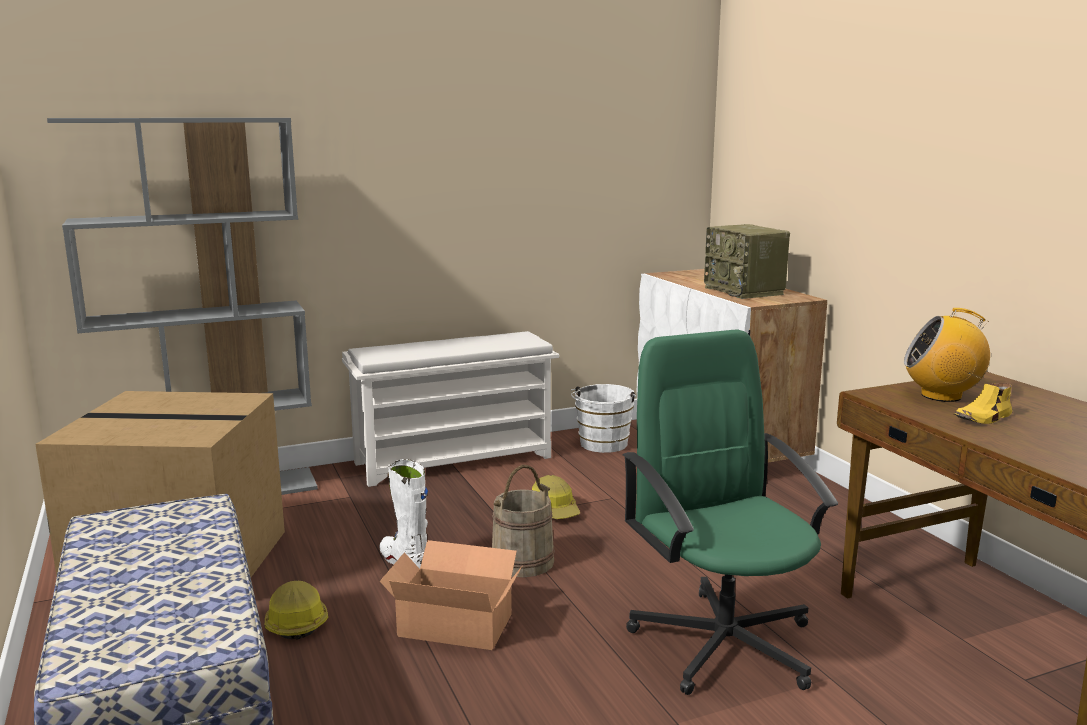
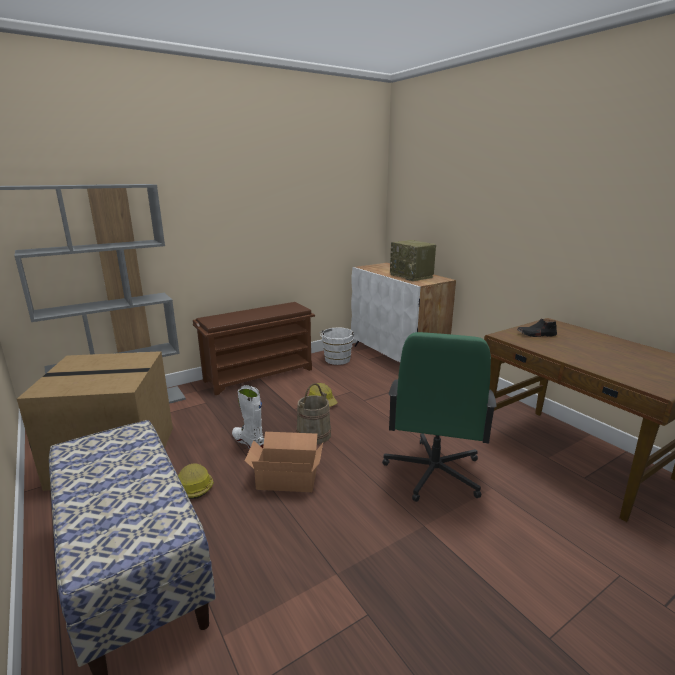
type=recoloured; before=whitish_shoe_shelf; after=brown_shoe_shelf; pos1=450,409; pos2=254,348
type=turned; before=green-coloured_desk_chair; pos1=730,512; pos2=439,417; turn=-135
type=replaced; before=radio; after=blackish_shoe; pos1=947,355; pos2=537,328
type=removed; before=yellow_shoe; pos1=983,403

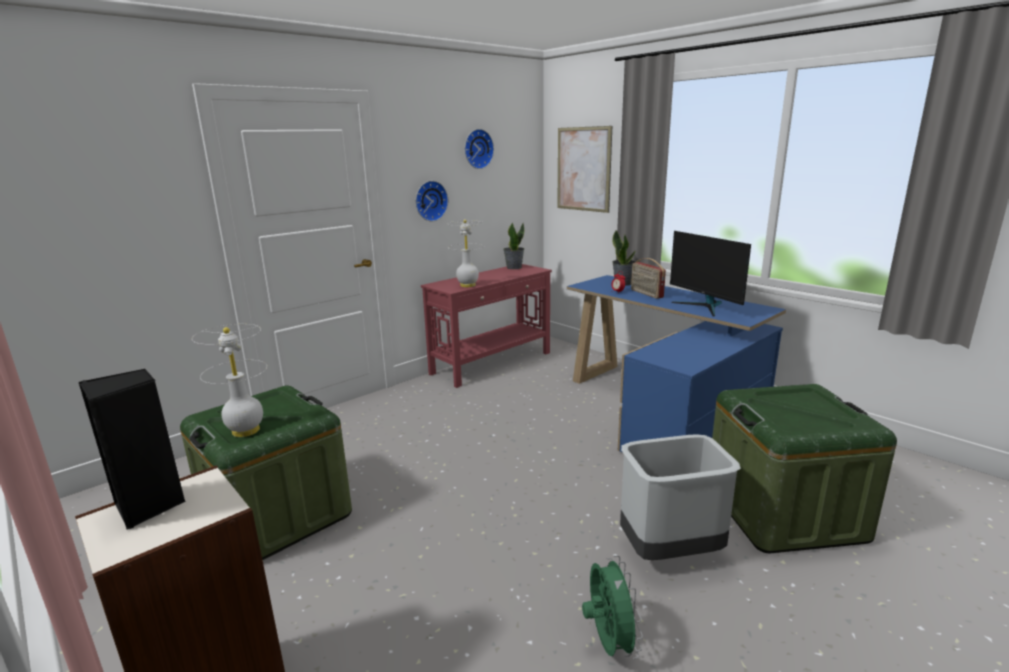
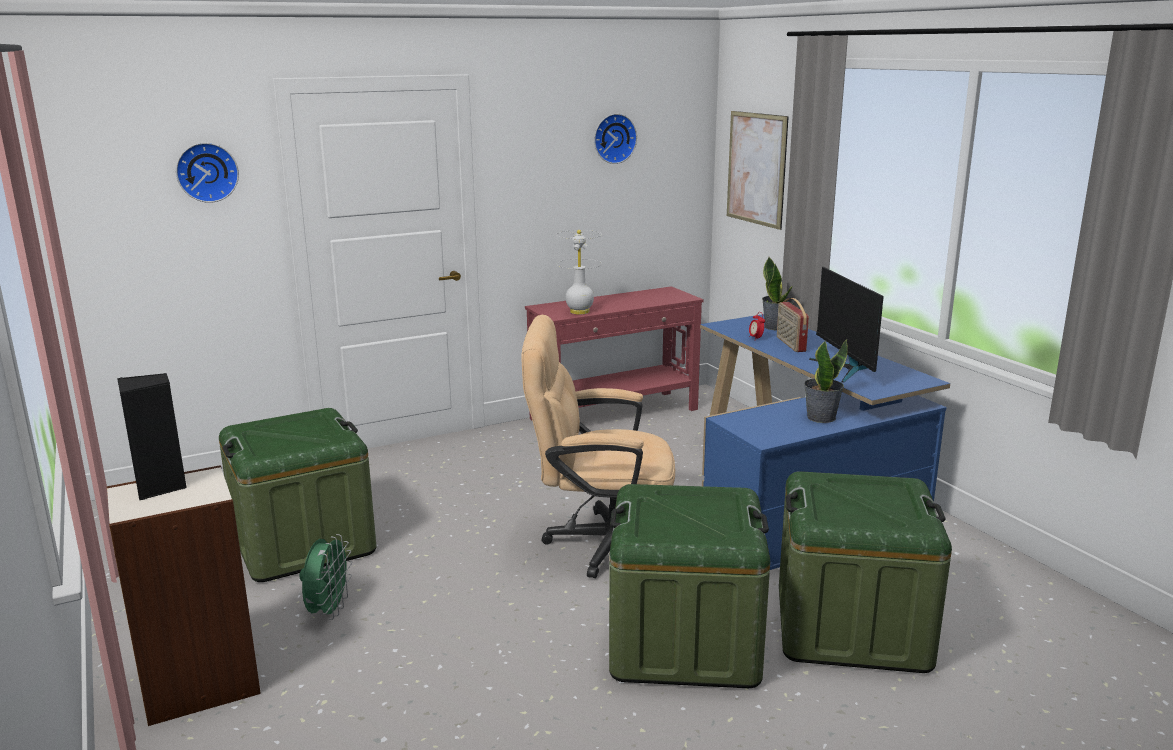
type=removed; before=whitish_tabletop_lamp; pos1=229,380
type=moved; before=clock_on_the_wall; pos1=431,201; pos2=207,173
type=moved; before=houseplant; pos1=513,245; pos2=825,381
type=moved; before=green-coloured_cooling_fan; pos1=612,607; pos2=326,577
type=replaced; before=gray_rubbish_bin; after=green-coloured_storage_bin; pos1=680,497; pos2=689,586
type=added; after=sand-coloured_desk_chair; pos2=598,446

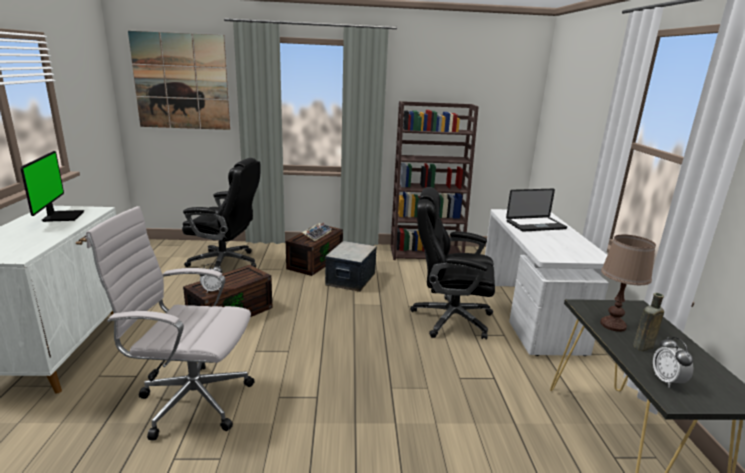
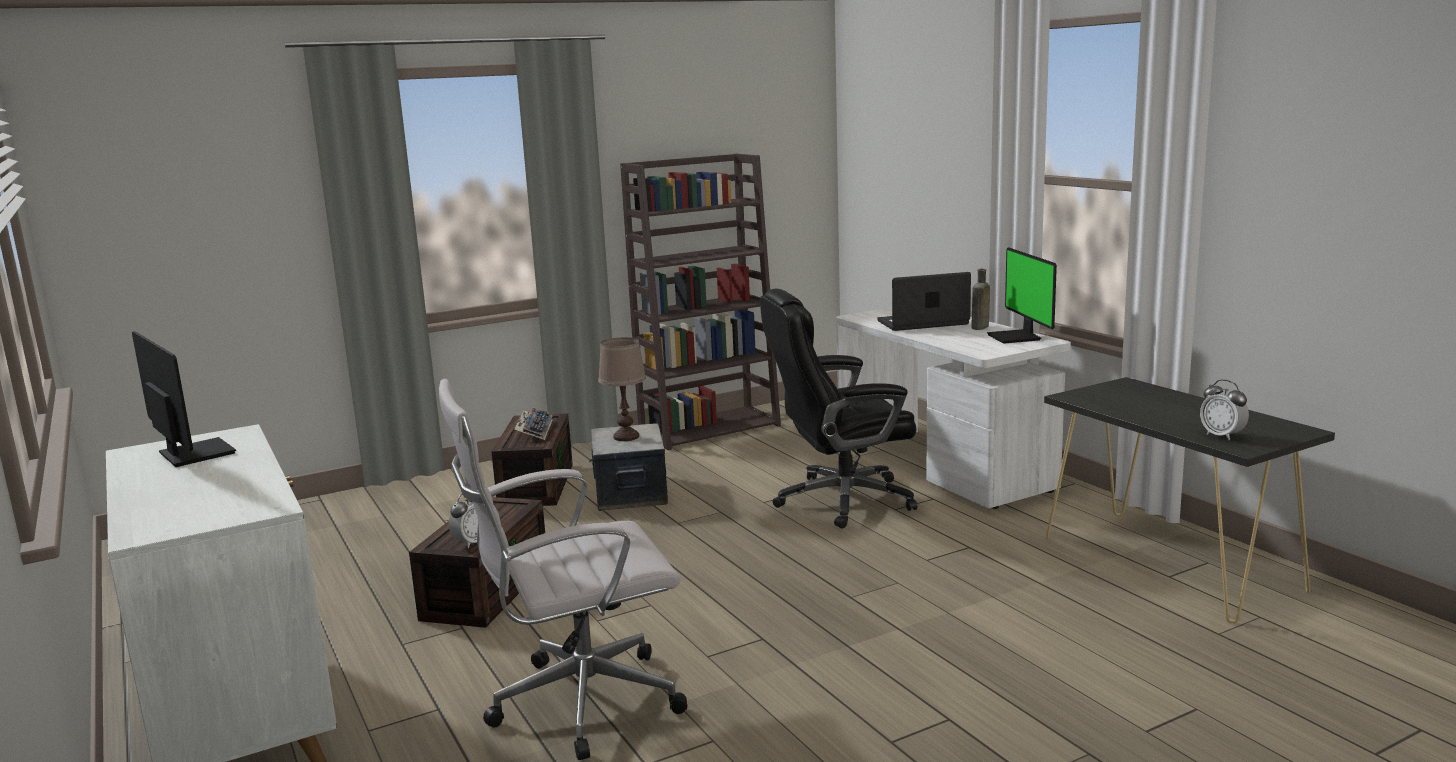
type=removed; before=wall_art; pos1=179,80
type=removed; before=blackish_desk_chair; pos1=221,213
type=turned; before=notebook_computer; pos1=536,210; pos2=924,301; turn=-150
type=moved; before=brown_tabletop_lamp; pos1=628,283; pos2=622,389
type=moved; before=brown_beverage_bottle; pos1=648,322; pos2=980,299
type=added; after=computer_screen; pos2=1022,295

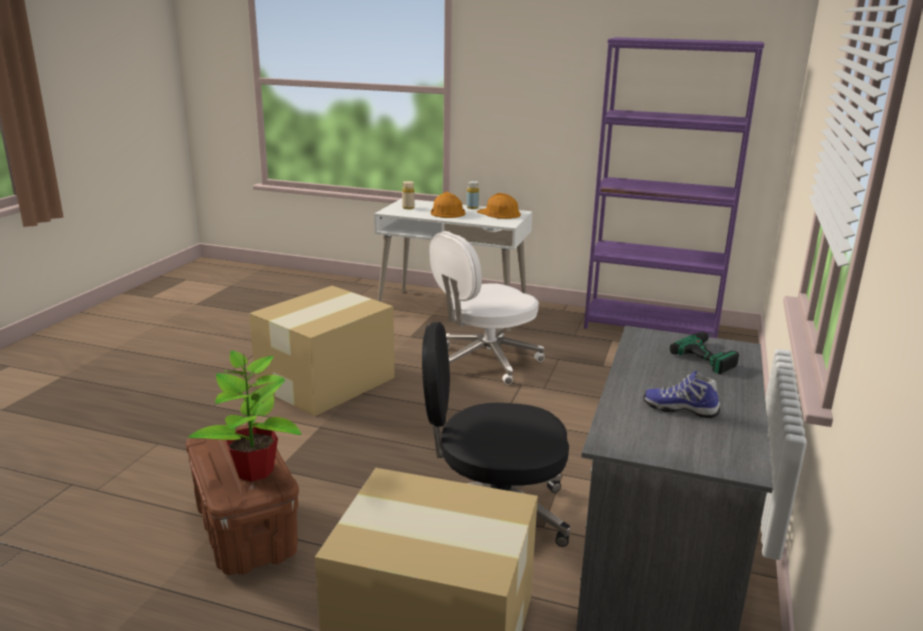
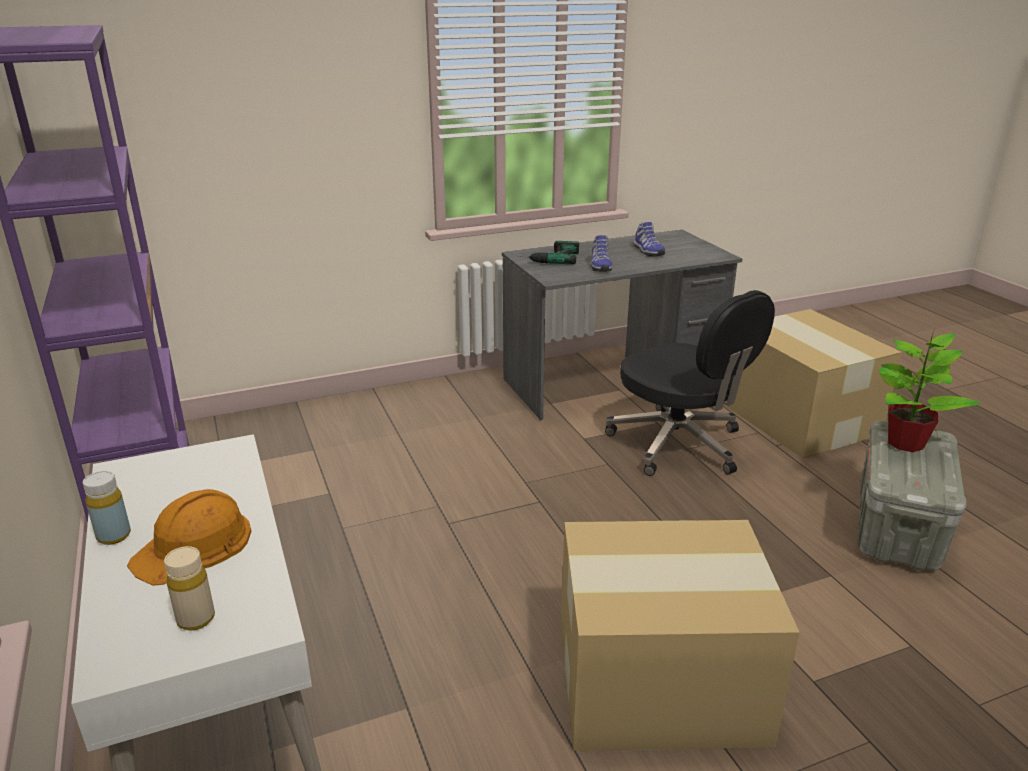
type=recoloured; before=brown_storage_bin; after=gray_storage_bin; pos1=242,498; pos2=912,496
type=removed; before=whitish_desk_chair; pos1=487,308
type=removed; before=orangey_safety_helmet; pos1=499,206
type=added; after=shoe; pos2=601,253

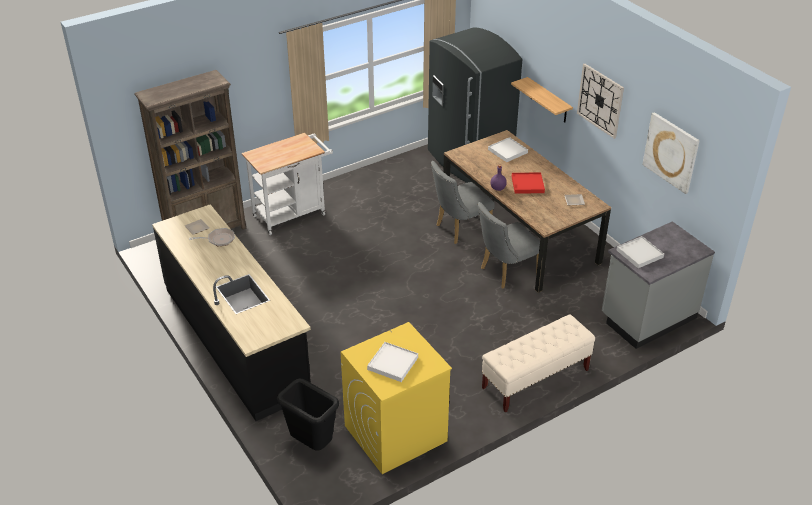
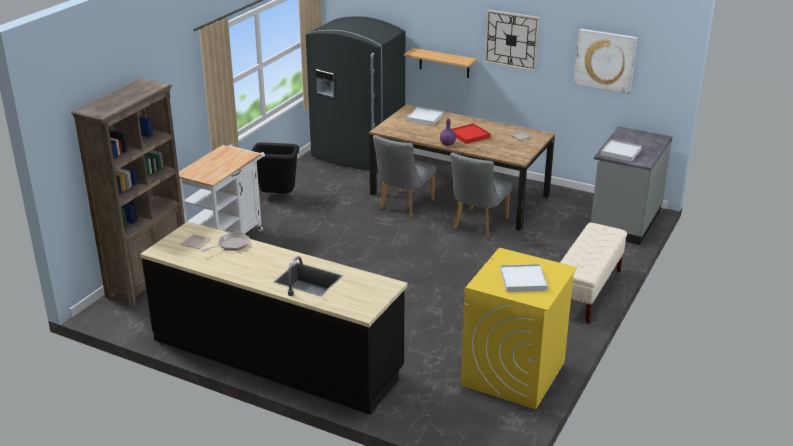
type=moved; before=blackish_rubbish_bin; pos1=308,415; pos2=275,167

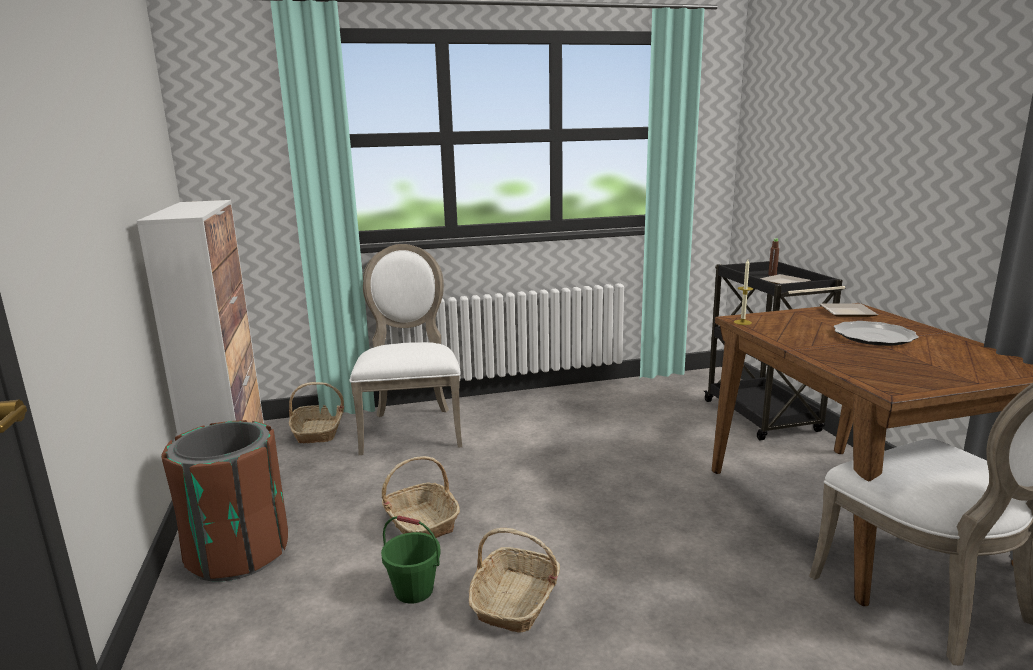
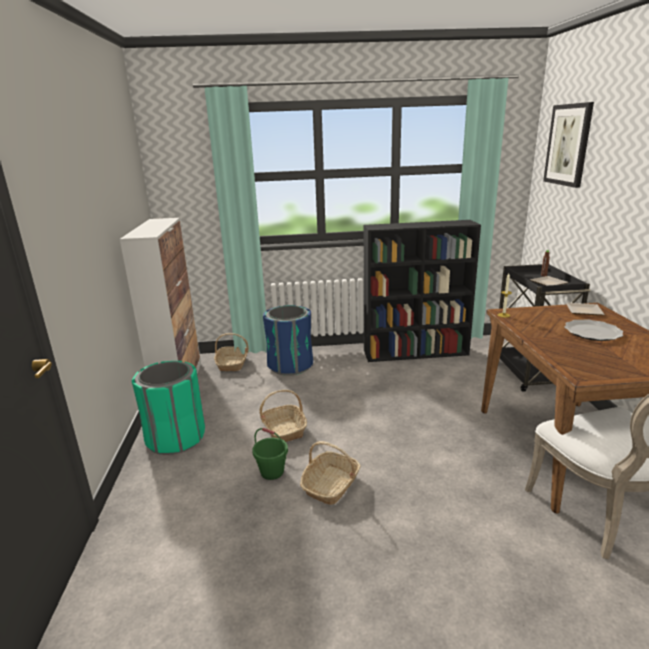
type=recoloured; before=brown_rubbish_bin; after=green-coloured_rubbish_bin; pos1=224,501; pos2=168,408
type=replaced; before=whitish_plain_chair; after=blue_rubbish_bin; pos1=406,349; pos2=288,340
type=added; after=blackish_shelving_unit; pos2=422,291
type=added; after=wall_art; pos2=568,145

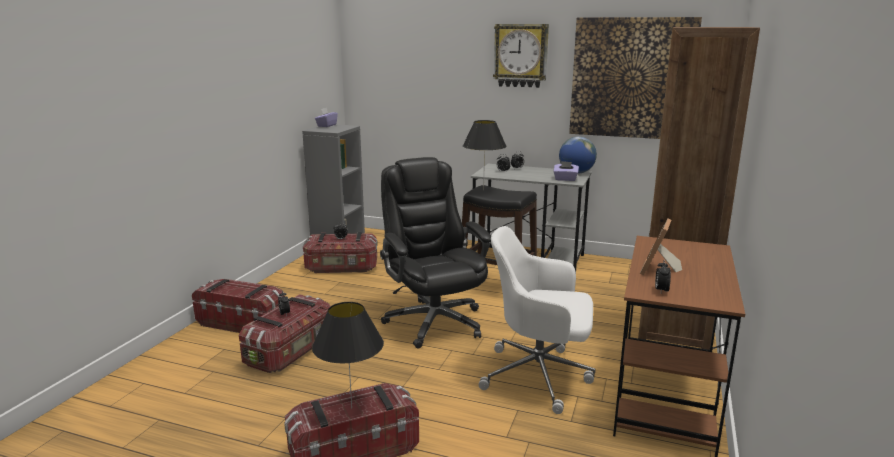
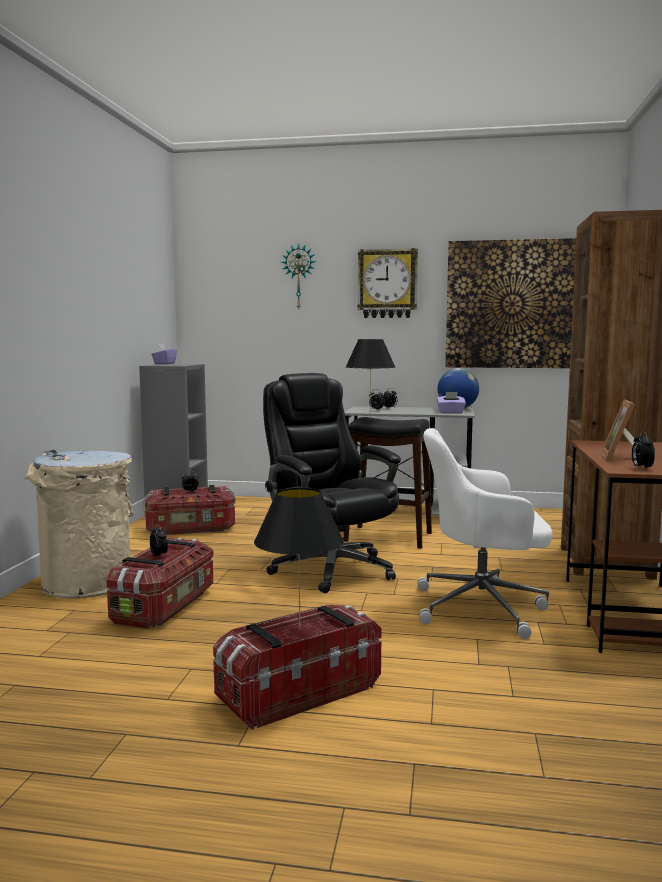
type=replaced; before=storage_bin; after=sand-coloured_rubbish_bin; pos1=238,306; pos2=79,524
type=added; after=clock_on_the_wall; pos2=298,276

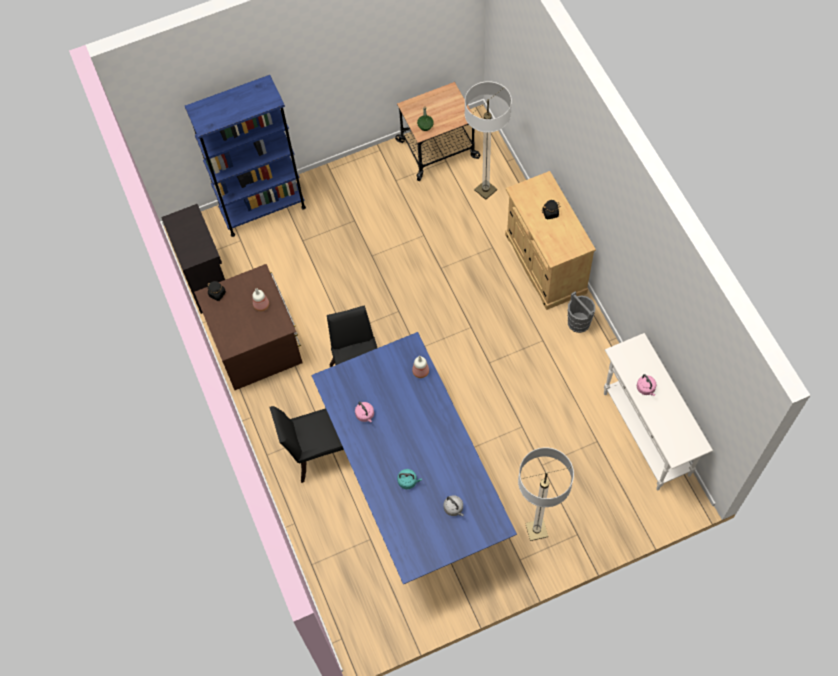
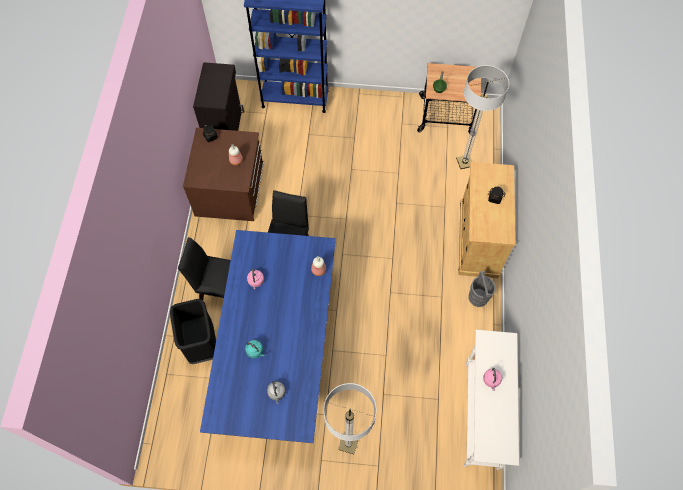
type=added; after=blackish_rubbish_bin; pos2=193,331

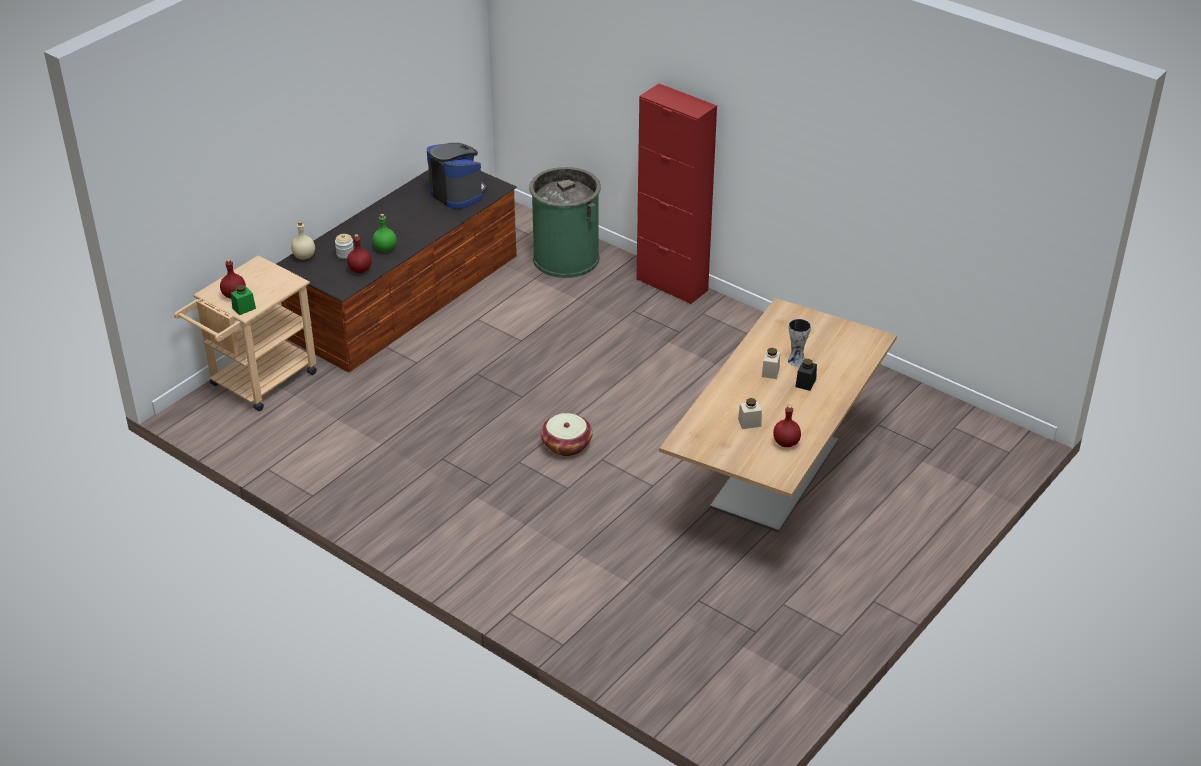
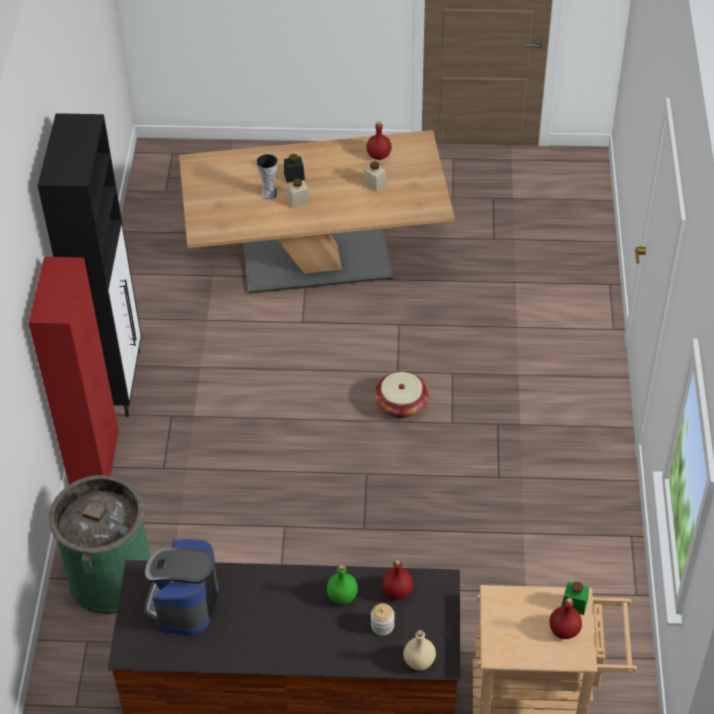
type=added; after=blackish_cupboard; pos2=90,265

